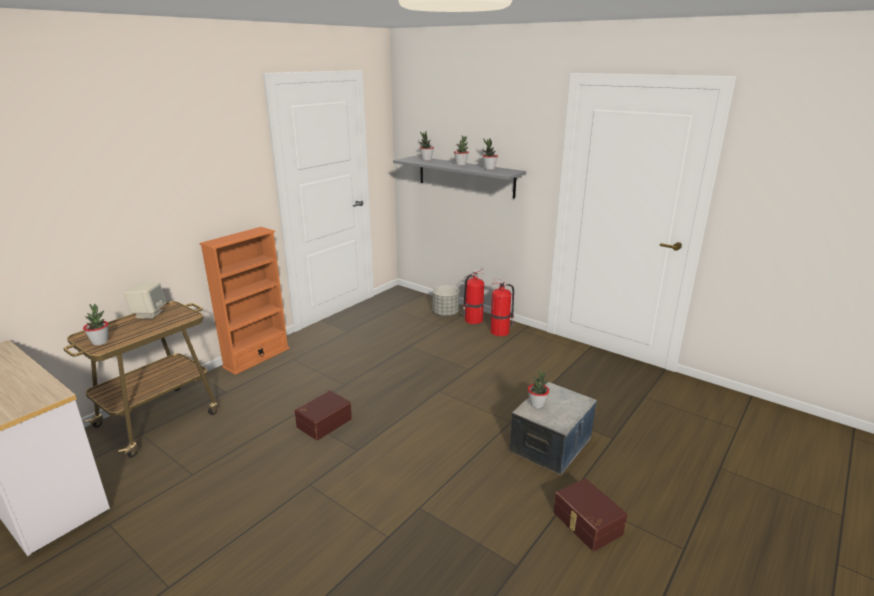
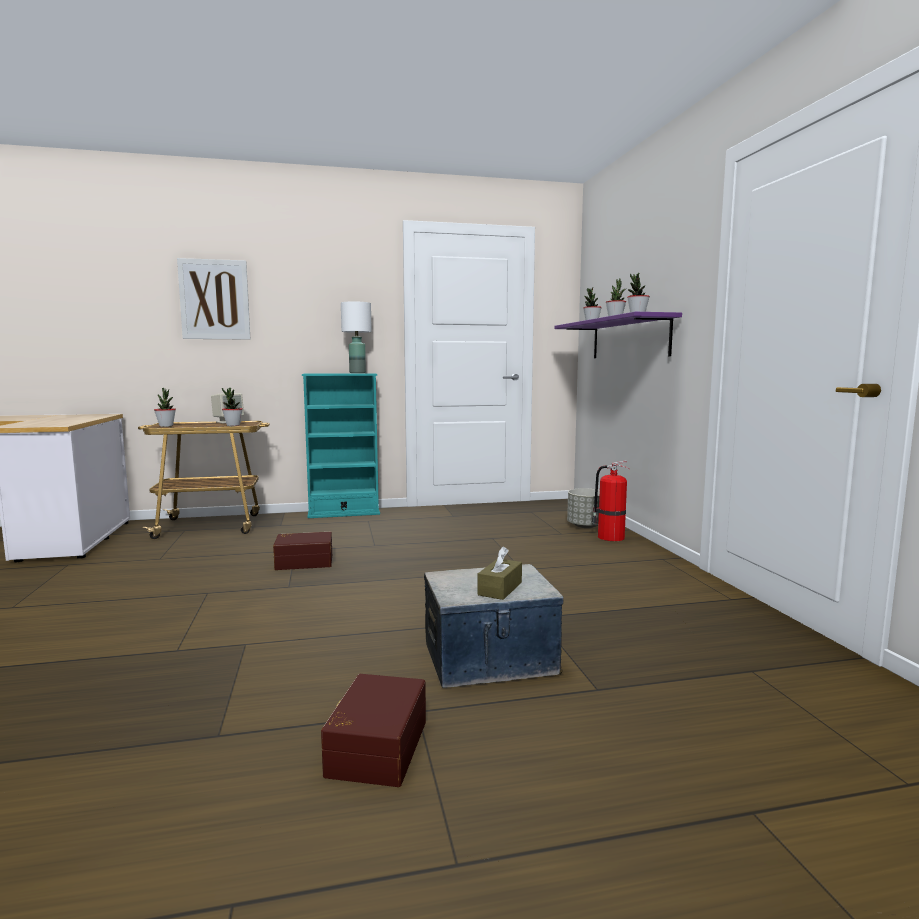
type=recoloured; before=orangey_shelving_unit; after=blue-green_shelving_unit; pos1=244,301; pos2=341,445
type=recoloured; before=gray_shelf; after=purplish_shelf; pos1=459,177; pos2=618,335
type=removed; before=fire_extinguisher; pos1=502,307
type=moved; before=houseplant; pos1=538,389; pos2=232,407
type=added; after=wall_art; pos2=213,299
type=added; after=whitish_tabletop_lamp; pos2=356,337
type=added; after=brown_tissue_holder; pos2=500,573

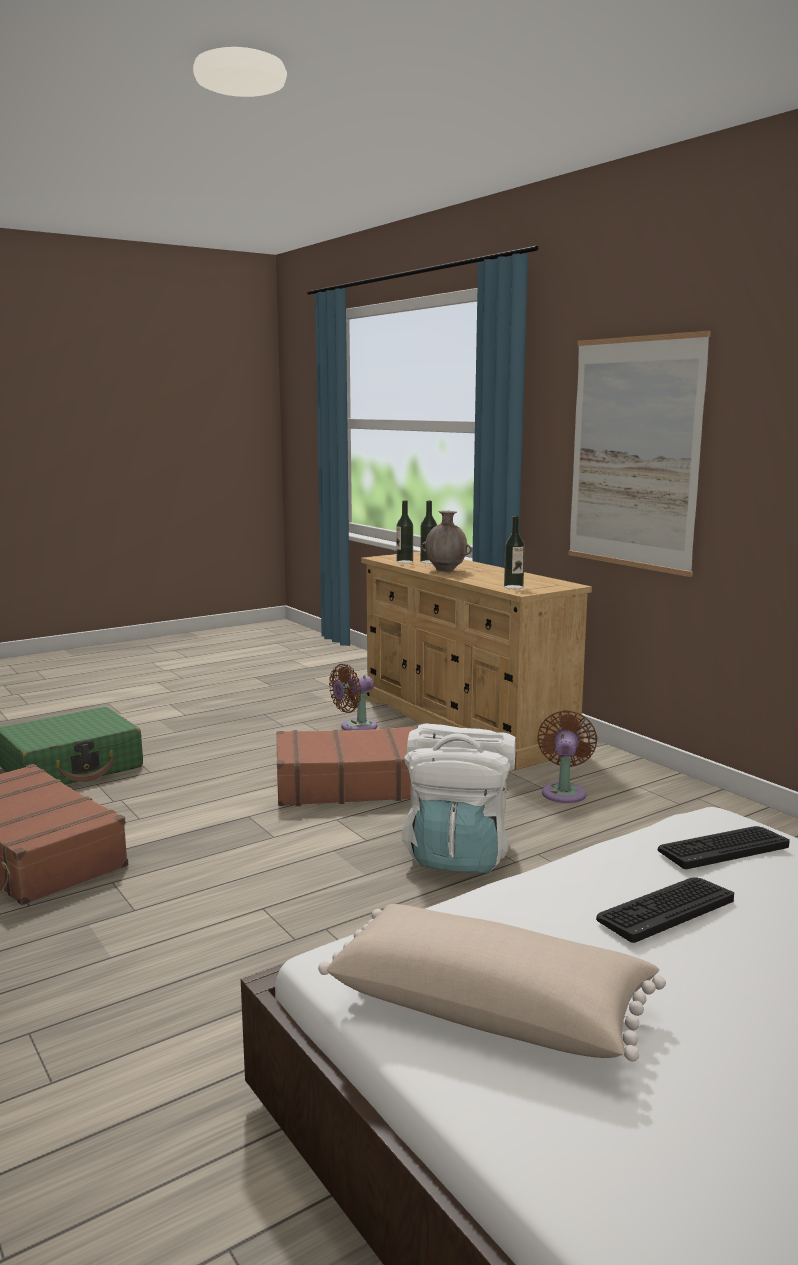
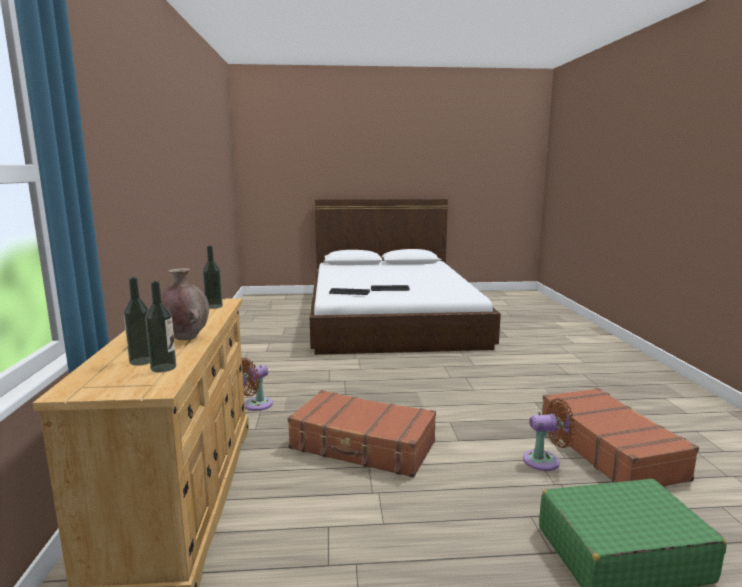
type=removed; before=sand-coloured_throw_pillow; pos1=492,982
type=moved; before=brown_cooling_fan; pos1=353,697; pos2=549,434
type=removed; before=whitish_knapsack; pos1=459,798
type=removed; before=wall_art; pos1=639,454

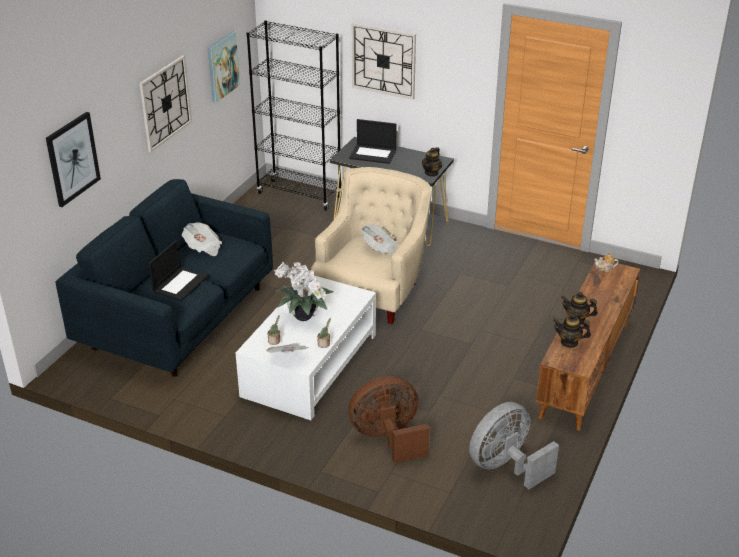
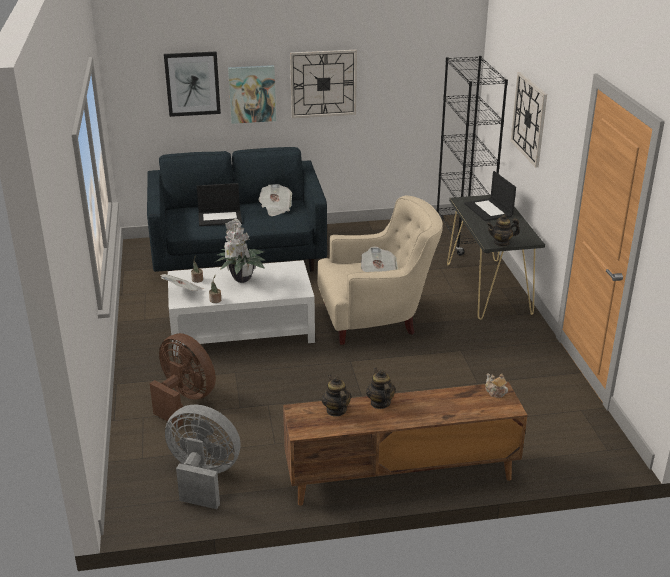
type=moved; before=wall_art; pos1=223,67; pos2=252,94

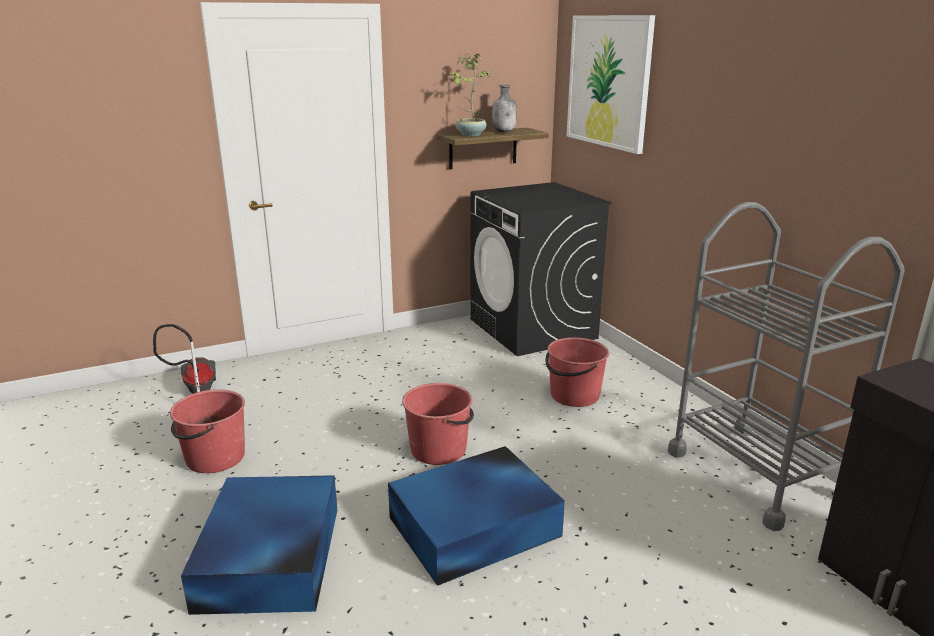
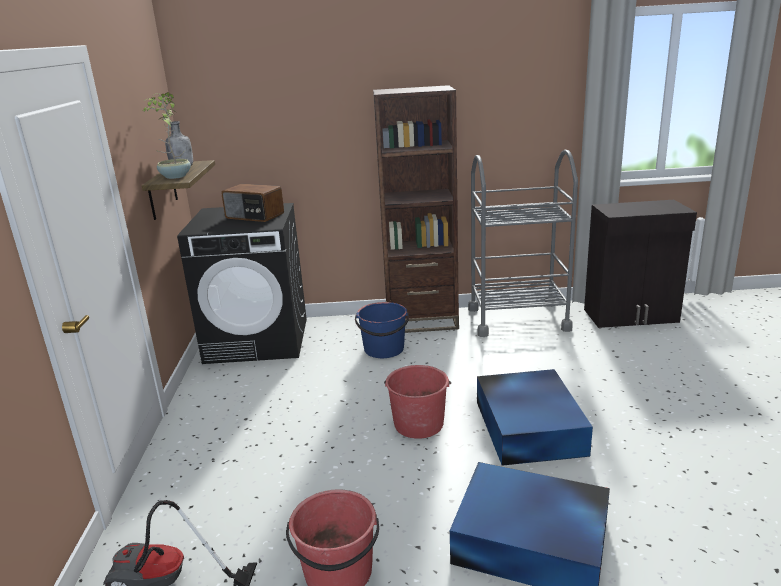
type=recoloured; before=red_water_bucket; after=blue_water_bucket; pos1=577,372; pos2=382,330
type=removed; before=wall_art; pos1=611,84
type=added; after=radio; pos2=252,203
type=added; after=brown_shelving_unit; pos2=416,209

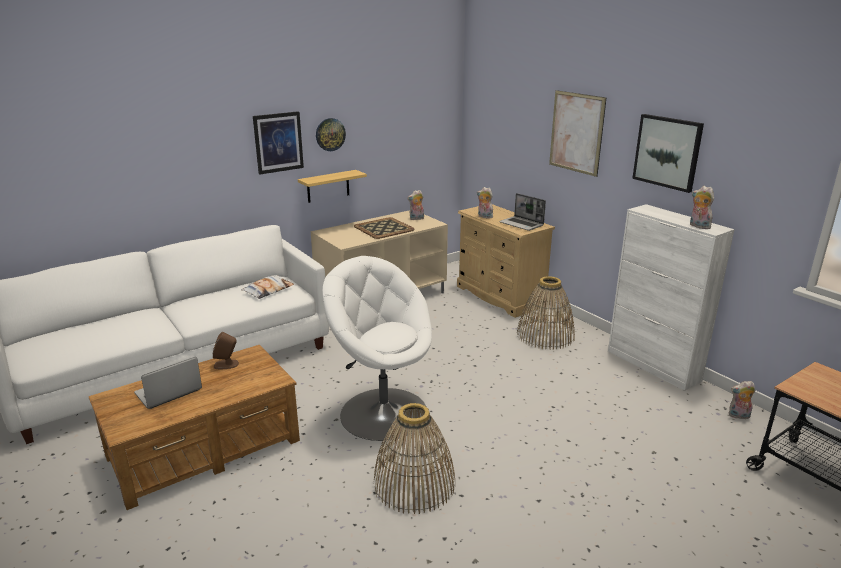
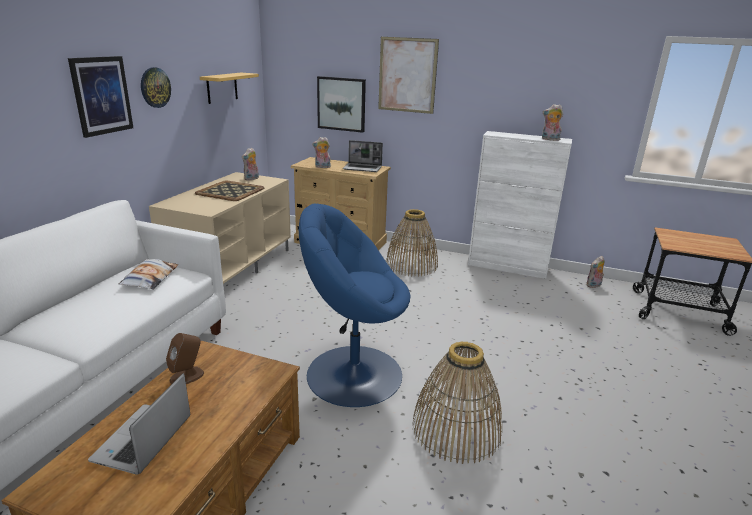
type=moved; before=shelf; pos1=332,186; pos2=229,88
type=recoloured; before=whitish_lounge_chair; after=blue_lounge_chair; pos1=377,348; pos2=355,305
type=moved; before=wall_art; pos1=668,153; pos2=341,104

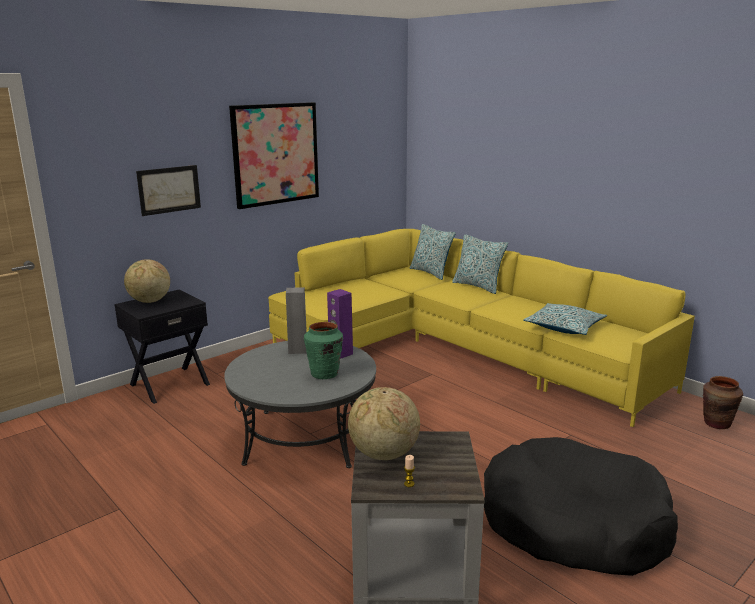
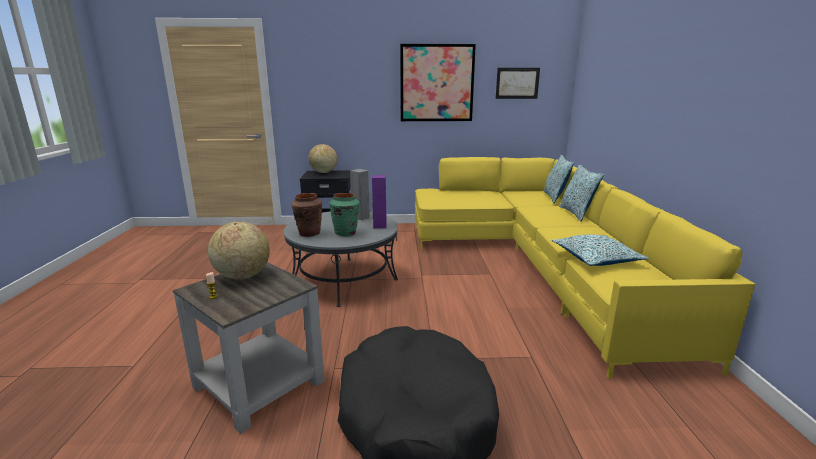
type=moved; before=wall_art; pos1=168,190; pos2=518,83
type=moved; before=brown_vase; pos1=723,402; pos2=307,215

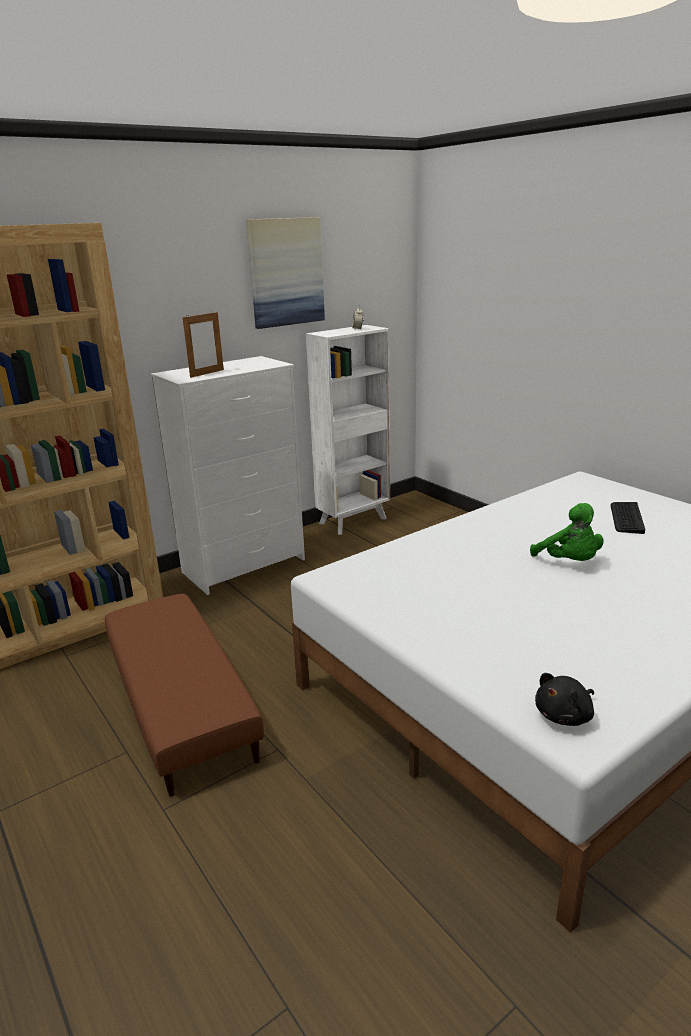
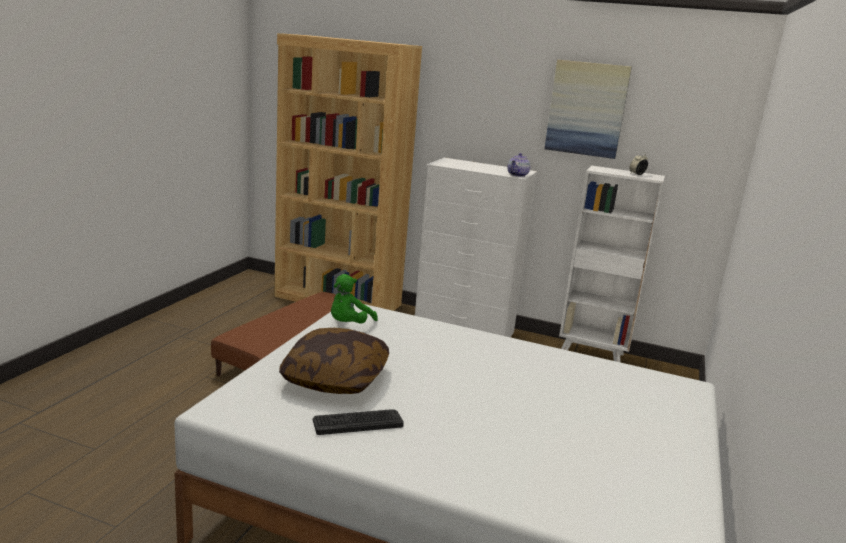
type=removed; before=standing_frame; pos1=203,345
type=moved; before=green-coloured_cuddly_toy; pos1=567,532; pos2=354,299
type=removed; before=blackish_cuddly_toy; pos1=564,699
type=moved; before=PC_keyboard; pos1=628,518; pos2=358,422
type=added; after=throw_pillow; pos2=334,361
type=added; after=tea_pot; pos2=518,165

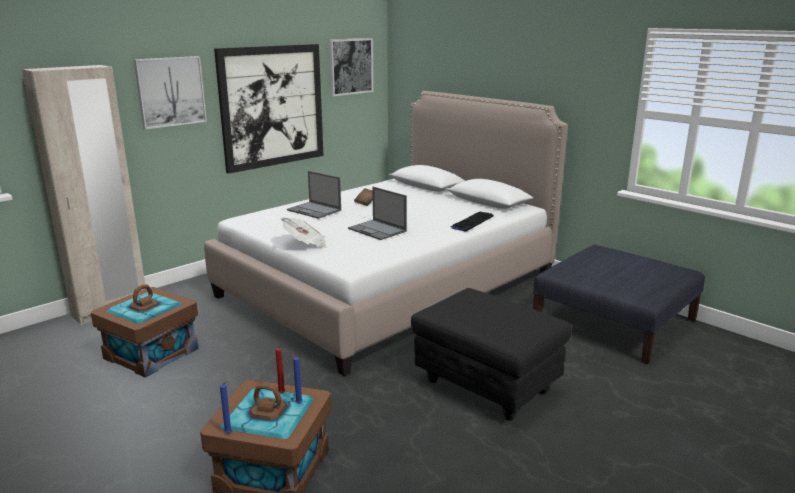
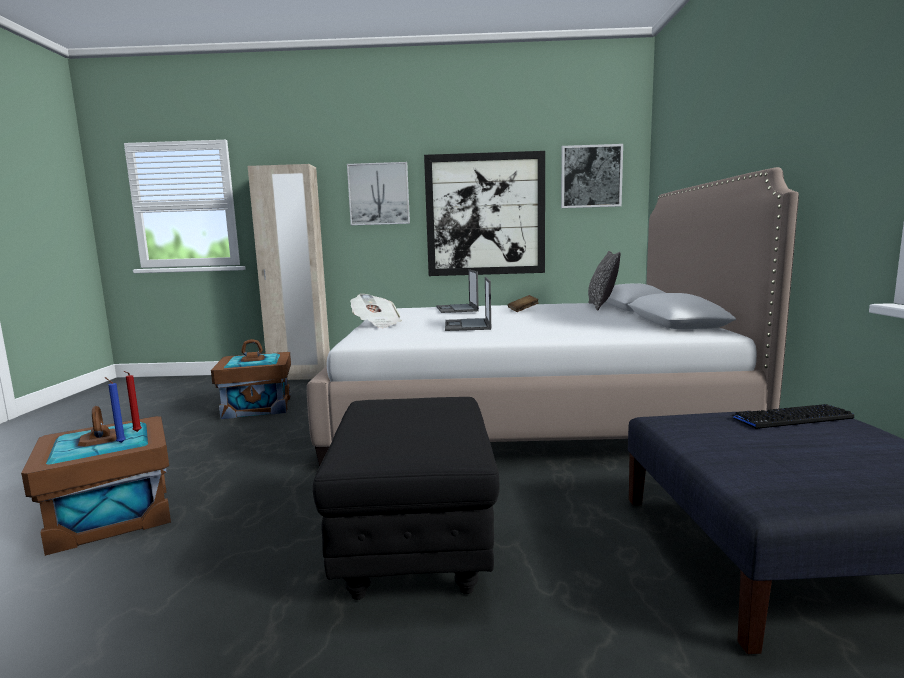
type=removed; before=blue_candle; pos1=226,407
type=moved; before=PC_keyboard; pos1=472,221; pos2=793,416
type=added; after=throw_pillow; pos2=604,281

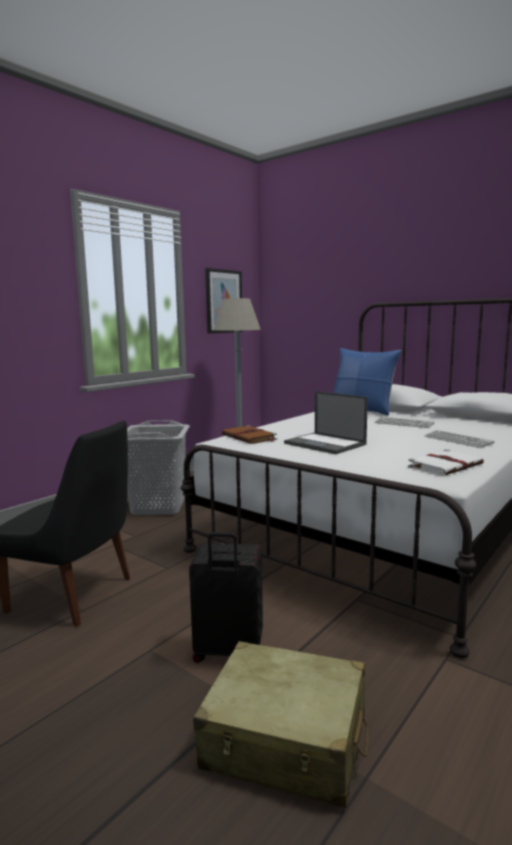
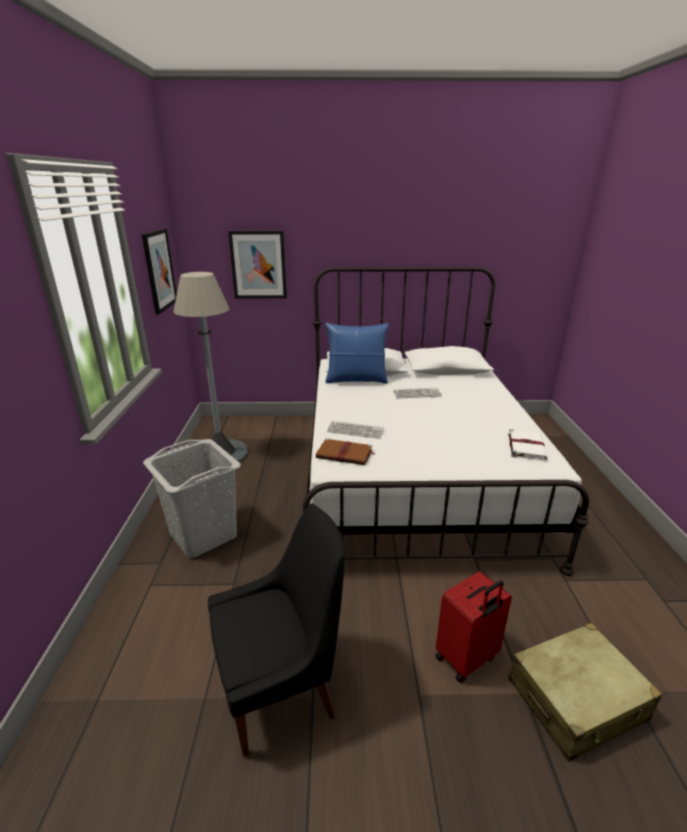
type=recoloured; before=blackish_piece_of_luggage; after=red_piece_of_luggage; pos1=226,597; pos2=474,627
type=removed; before=notebook_computer; pos1=326,422
type=moved; before=PC_keyboard; pos1=459,439; pos2=355,430
type=added; after=wall_art; pos2=257,264

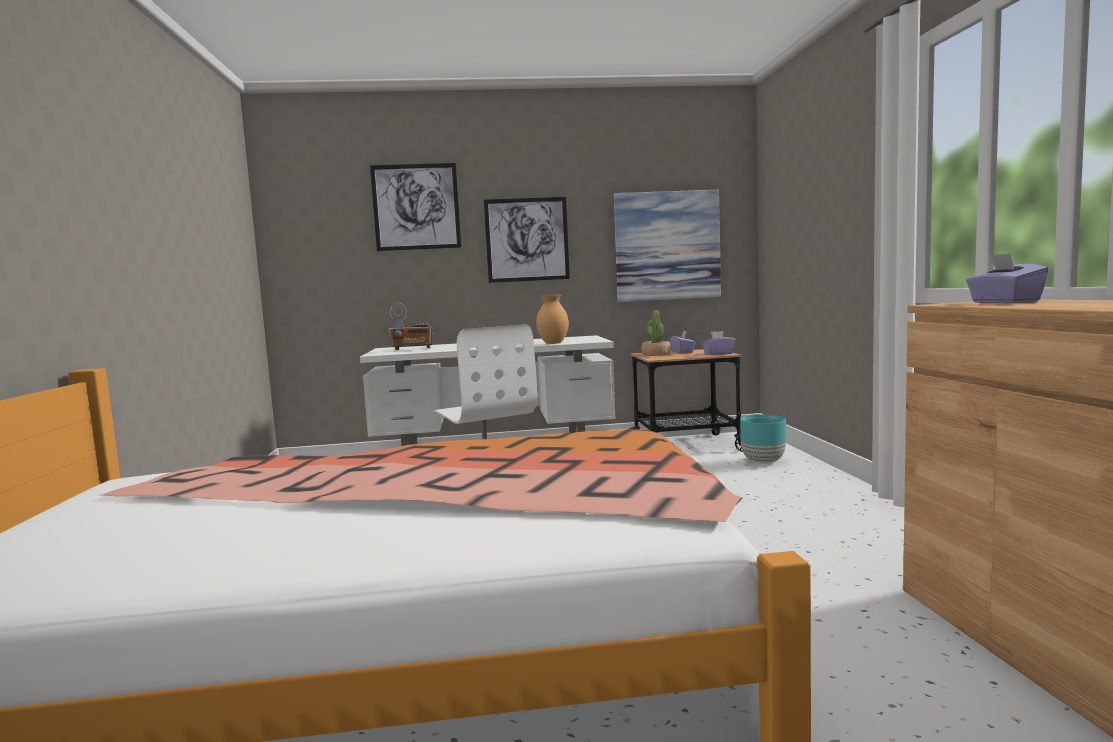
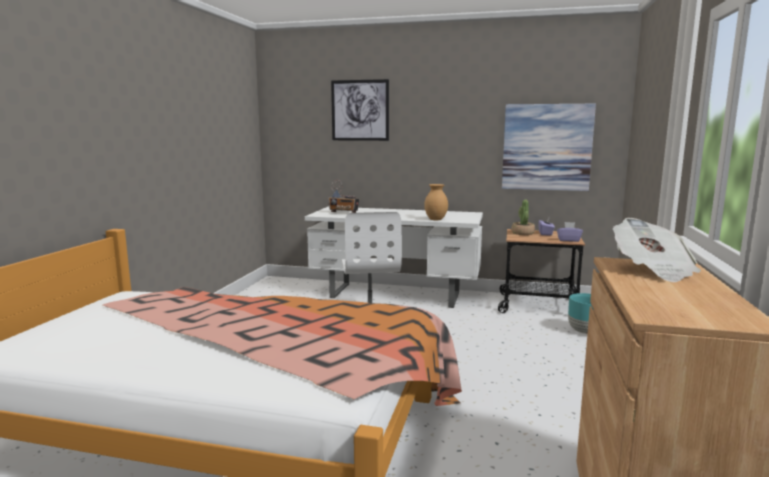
type=removed; before=wall_art; pos1=527,240
type=replaced; before=purplish_tissue_holder; after=printed_paper; pos1=1007,278; pos2=657,250

